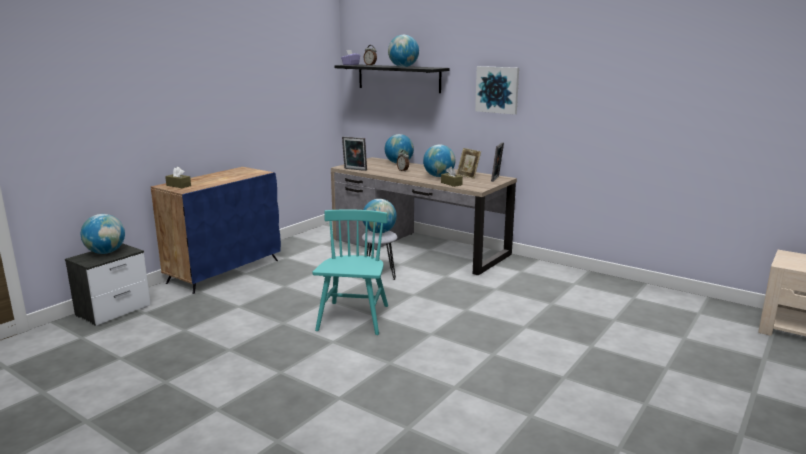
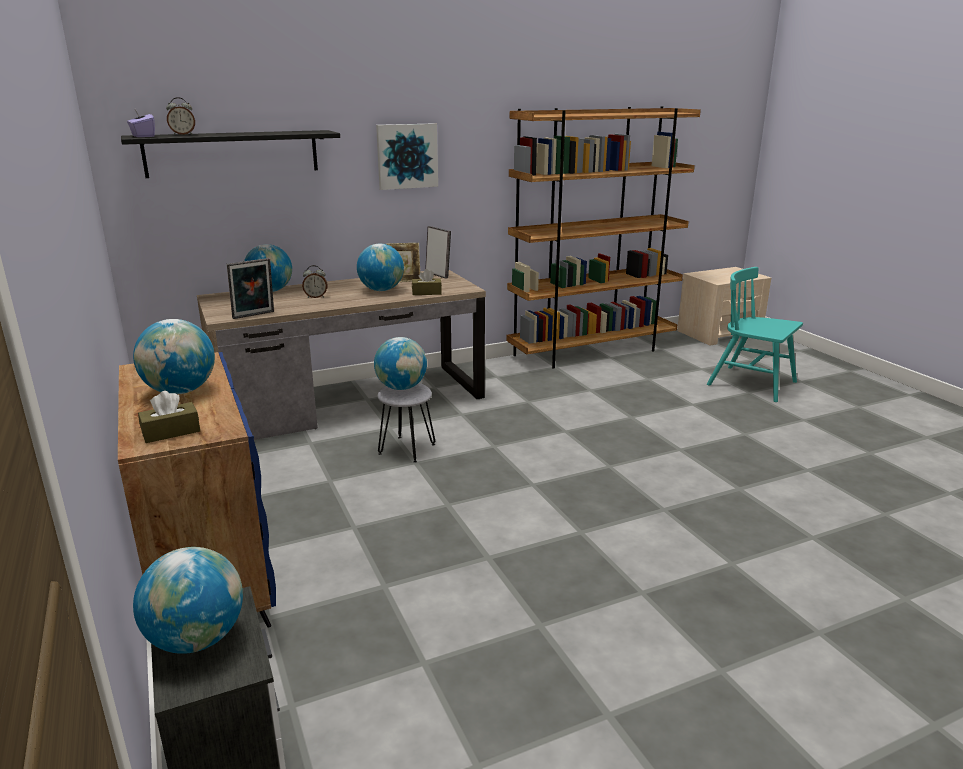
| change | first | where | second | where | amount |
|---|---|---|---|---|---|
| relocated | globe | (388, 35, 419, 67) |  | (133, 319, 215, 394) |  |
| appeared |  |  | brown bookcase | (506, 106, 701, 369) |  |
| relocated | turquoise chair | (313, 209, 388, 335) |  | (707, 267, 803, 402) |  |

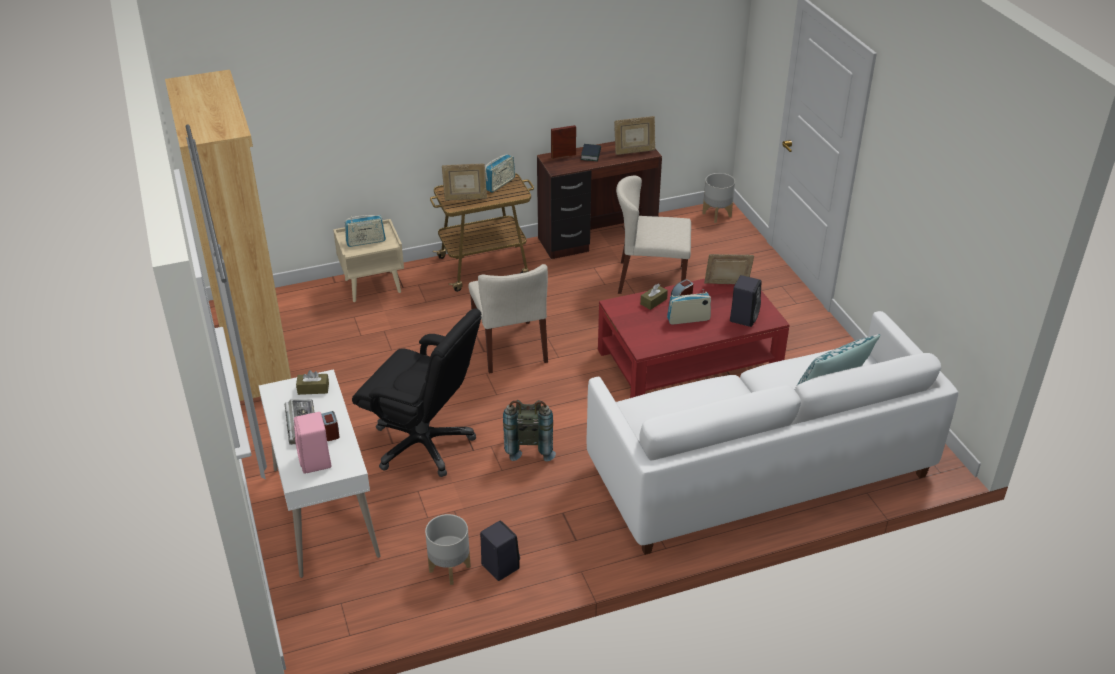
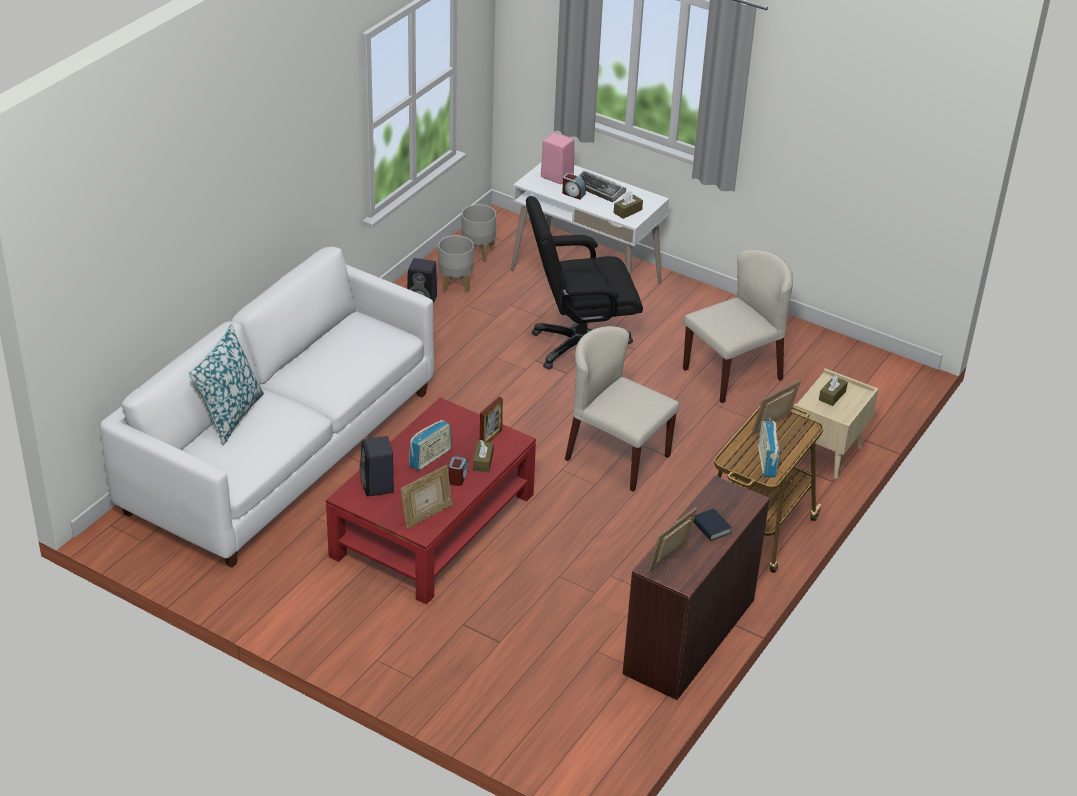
| change | first | where | second | where | amount |
|---|---|---|---|---|---|
| relocated | grey planter | (702, 173, 735, 223) |  | (461, 204, 496, 262) |  |
| relocated | picture frame | (551, 125, 576, 159) |  | (480, 397, 503, 442) |  |
| relocated | beige chair | (616, 176, 691, 294) |  | (683, 250, 793, 403) |  |
| exchanged | radio | (344, 215, 386, 247) | brown tissue box | (819, 375, 848, 406) |  |
| missing | brown bookcase | (165, 70, 291, 401) |  |  |  |
| missing | grey backpack | (503, 400, 556, 462) |  |  |  |

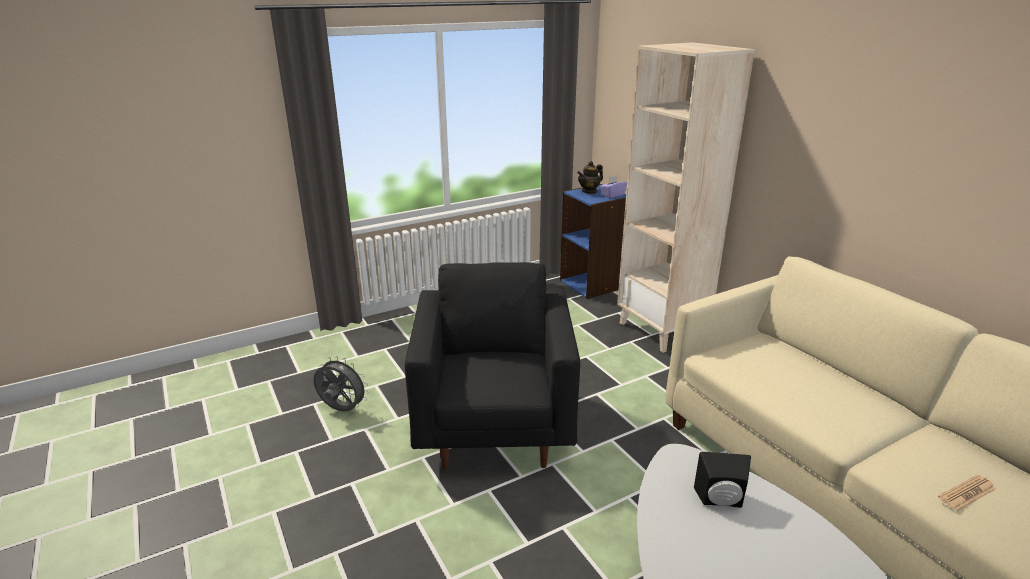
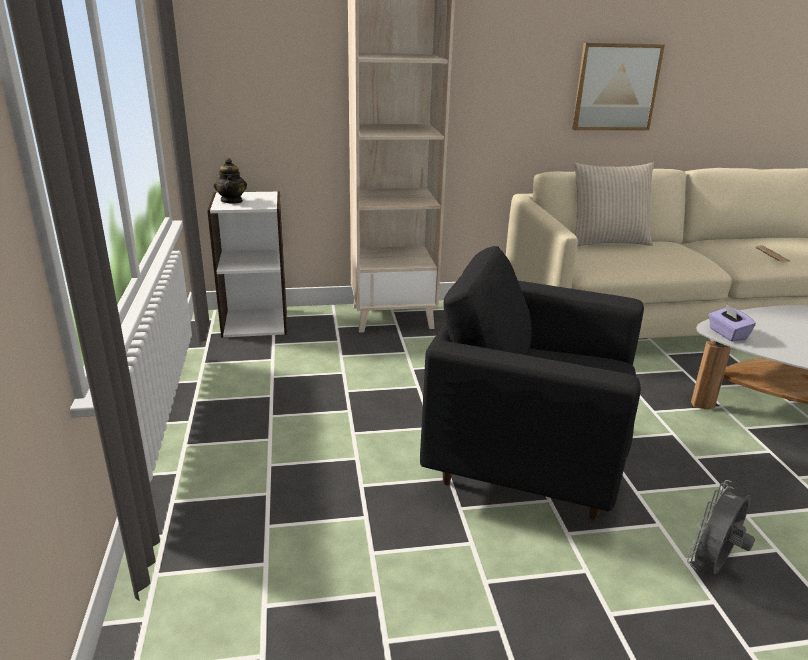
| change | first | where | second | where | amount |
|---|---|---|---|---|---|
| colour | blue bookcase | (560, 184, 626, 299) | white bookcase | (207, 191, 287, 338) |  |
| appeared |  |  | picture | (572, 43, 665, 130) |  |
| appeared |  |  | beige pillow | (574, 162, 654, 246) |  |
| relocated | grey fan | (314, 356, 369, 411) |  | (687, 480, 755, 574) |  |
| relocated | purple tissue box | (600, 176, 627, 198) |  | (709, 304, 756, 342) |  |
| missing | black speaker | (694, 452, 751, 508) |  |  |  |

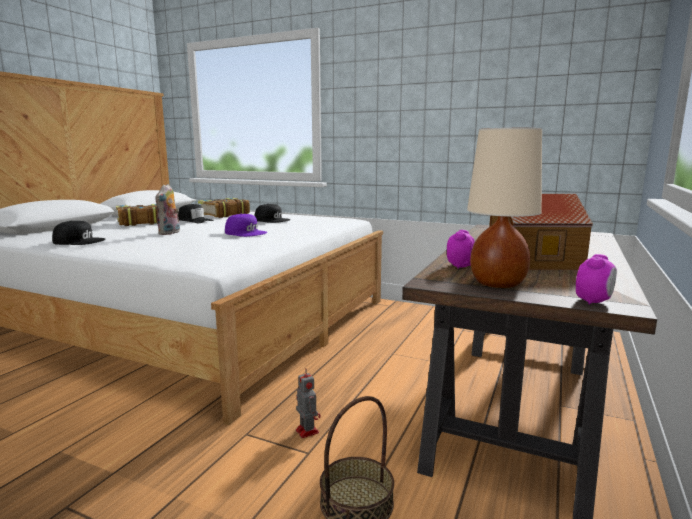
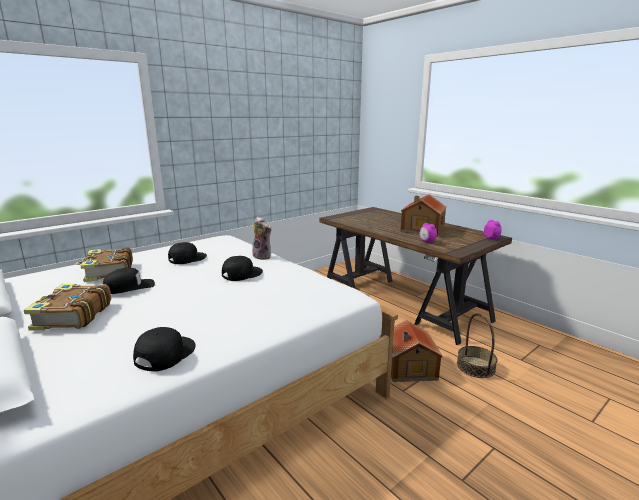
| change | first | where | second | where | amount |
|---|---|---|---|---|---|
| colour | purple cap | (225, 214, 267, 237) | black cap | (222, 256, 263, 281) |  |
| relocated | plush toy | (155, 184, 180, 235) |  | (252, 217, 271, 260) |  |
| exchanged | toy robot | (296, 369, 321, 438) | toy house | (391, 320, 442, 382) |  |
| missing | beige table lamp | (467, 128, 542, 288) |  |  |  |

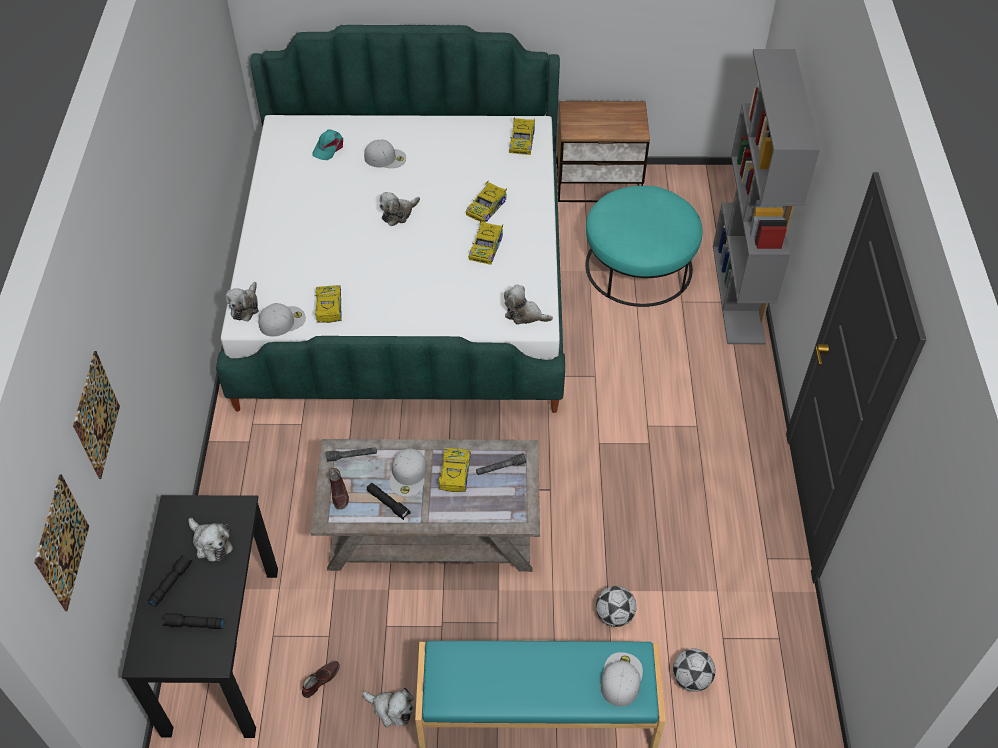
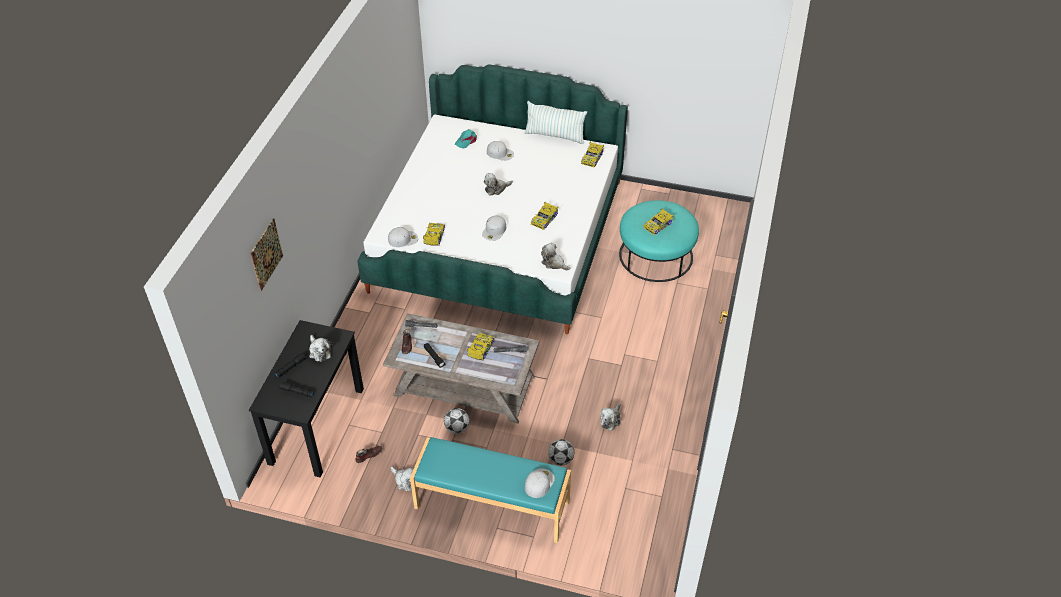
| change | first | where | second | where | amount |
|---|---|---|---|---|---|
| relocated | football | (673, 648, 715, 692) |  | (444, 408, 469, 434) |  |
| relocated | white cap | (389, 448, 427, 497) |  | (482, 216, 506, 241) |  |
| appeared |  |  | pillow | (524, 101, 587, 144) |  |
| relocated | plush toy | (225, 282, 259, 321) |  | (600, 403, 621, 431) |  |
| relocated | toy car | (465, 180, 507, 223) |  | (643, 208, 674, 235) |  |
| missing | picture | (34, 474, 89, 611) |  |  |  |
| missing | nightstand | (557, 101, 650, 202) |  |  |  |
| missing | grey bookcase | (713, 49, 820, 344) |  |  |  |

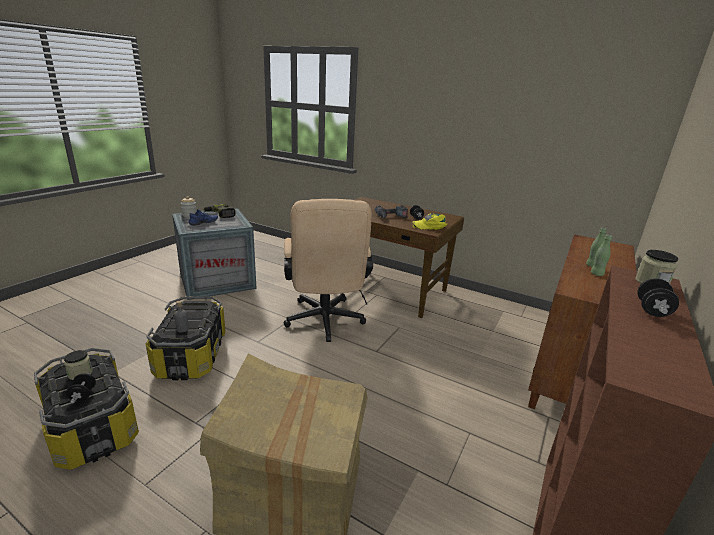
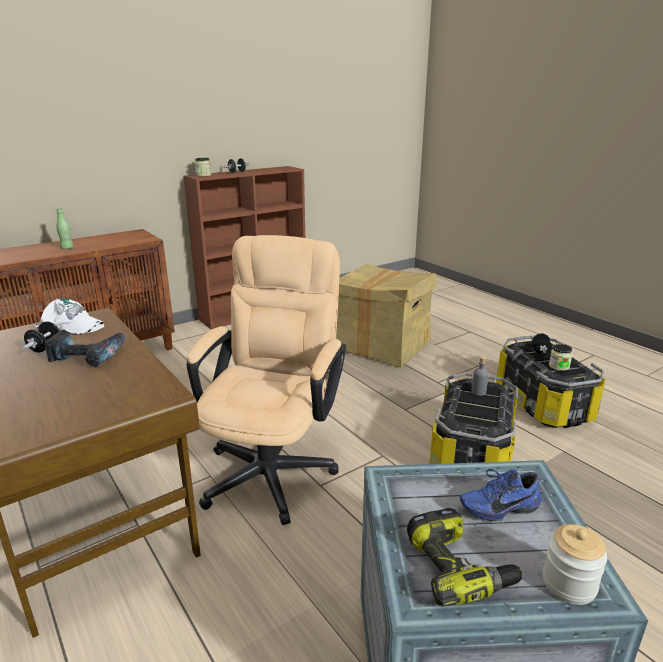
| change | first | where | second | where | amount |
|---|---|---|---|---|---|
| colour | yellow cap | (412, 213, 447, 230) | white cap | (34, 299, 104, 335) |  |
| missing | green bottle | (591, 235, 612, 276) |  |  |  |

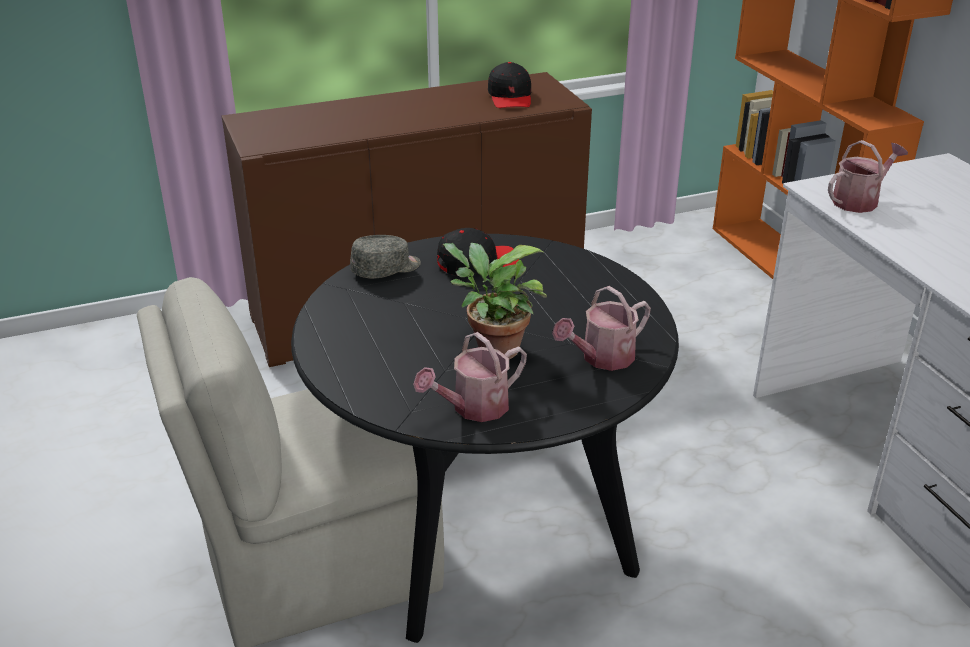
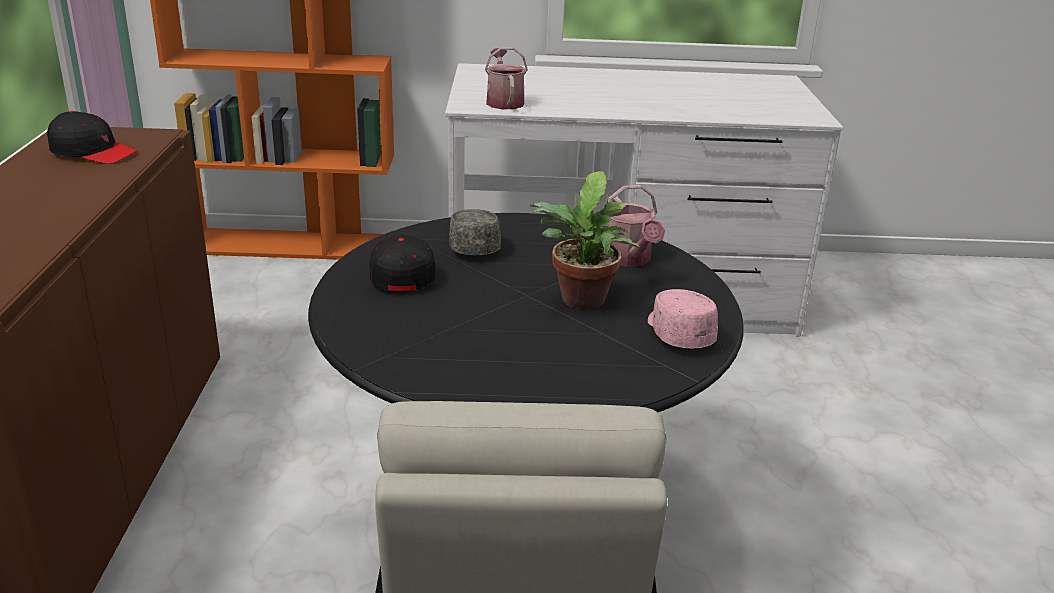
| change | first | where | second | where | amount |
|---|---|---|---|---|---|
| relocated | grey cap | (350, 235, 421, 279) |  | (449, 209, 501, 255) |  |
| exchanged | watering can | (413, 332, 527, 422) | pink cap | (648, 289, 718, 348) |  |

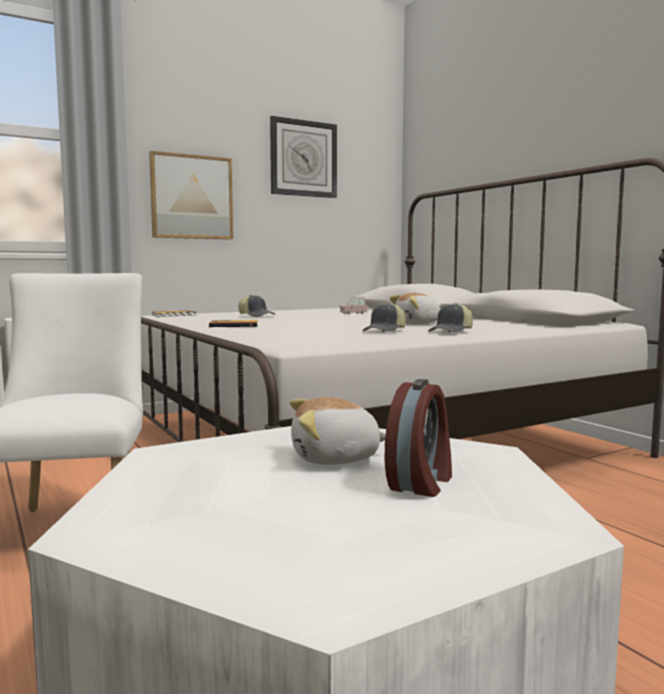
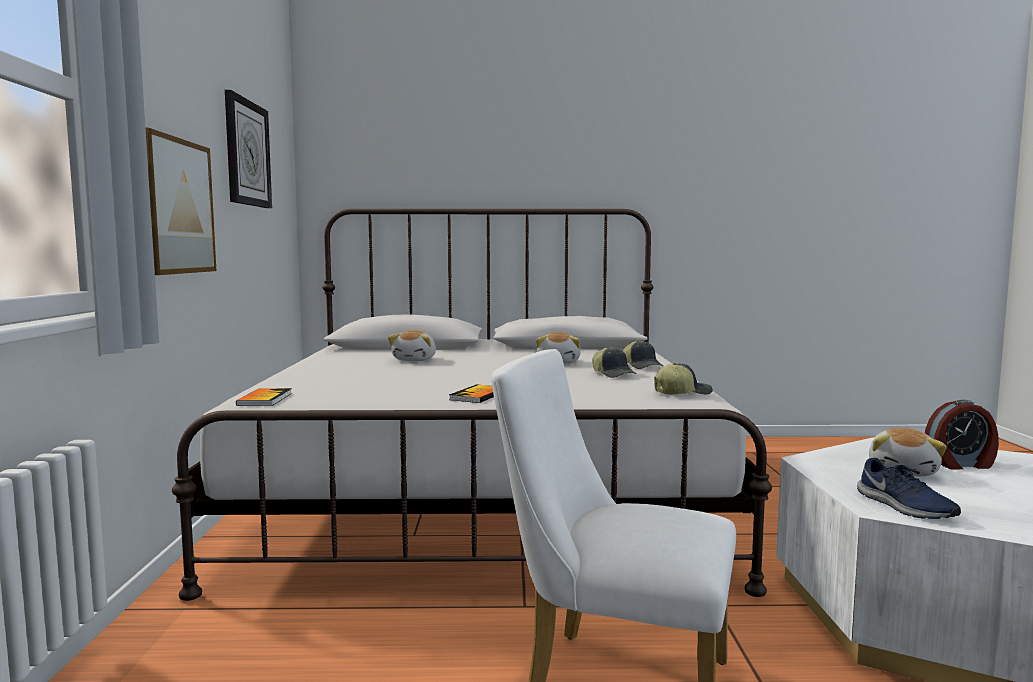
| change | first | where | second | where | amount |
|---|---|---|---|---|---|
| exchanged | pink toy car | (340, 296, 368, 314) | plush toy | (388, 330, 436, 361) |  |
| relocated | cap | (238, 295, 275, 317) |  | (654, 363, 713, 395) |  |
| appeared |  |  | blue shoe | (857, 458, 961, 519) |  |
| spun | alarm clock | (384, 379, 452, 497) |  | (925, 400, 999, 470) | 120 degrees clockwise |

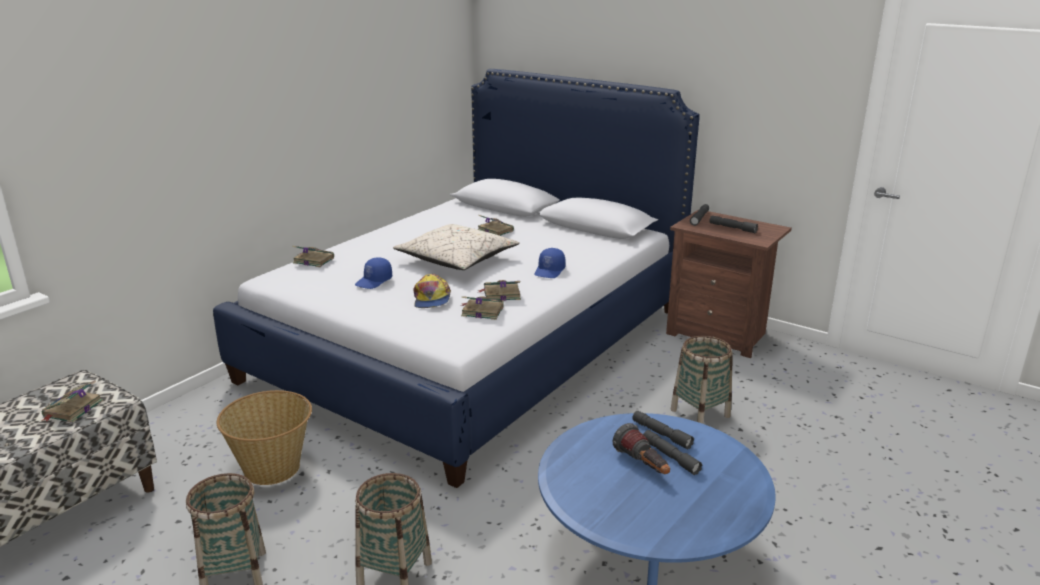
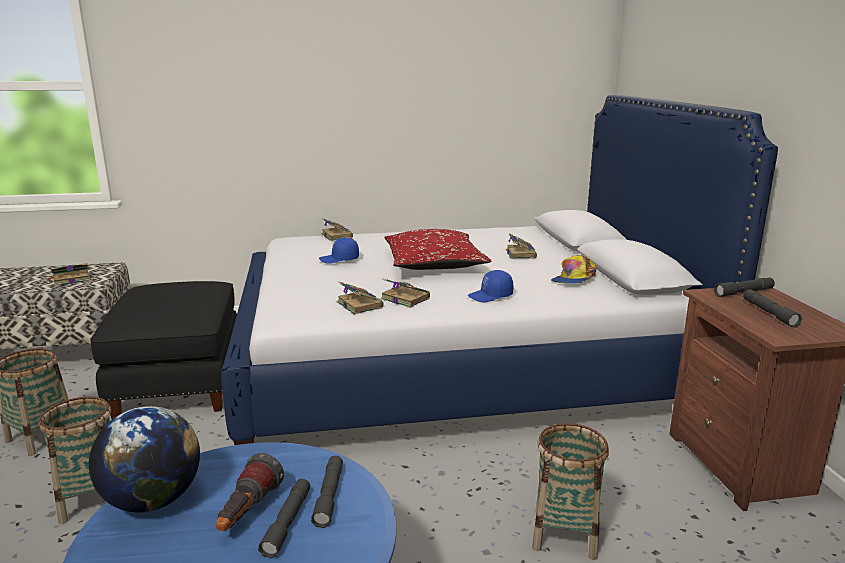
| change | first | where | second | where | amount |
|---|---|---|---|---|---|
| appeared |  |  | globe | (89, 406, 200, 512) |  |
| exchanged | basket | (217, 390, 312, 485) | black ottoman | (90, 281, 237, 419) |  |
| colour | beige pillow | (393, 224, 520, 270) | red pillow | (384, 229, 492, 270) |  |
| relocated | cap | (413, 274, 451, 308) |  | (551, 255, 596, 284) |  |

